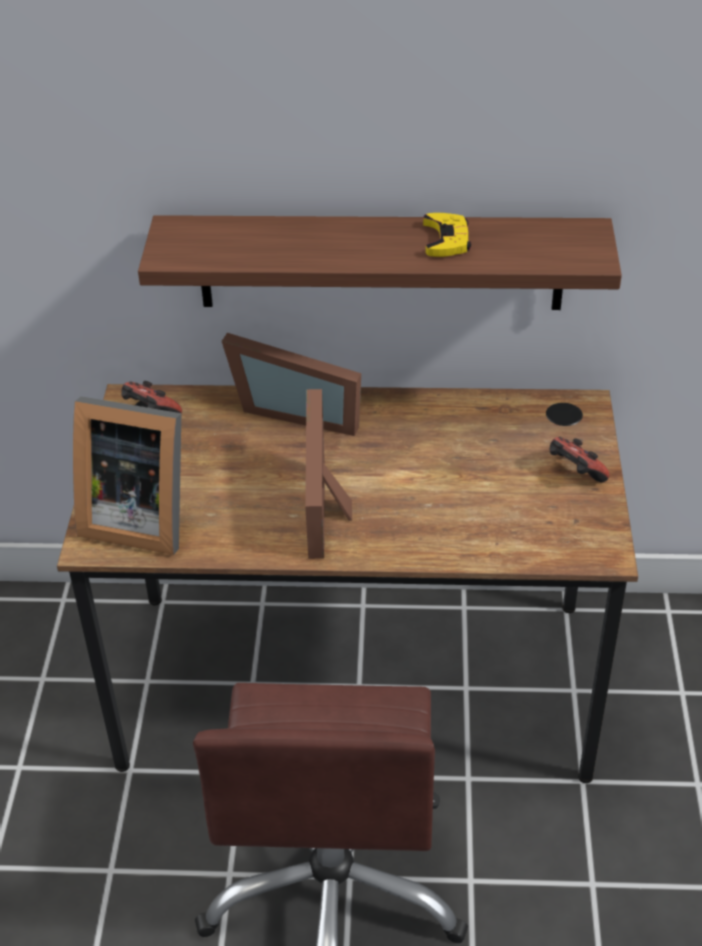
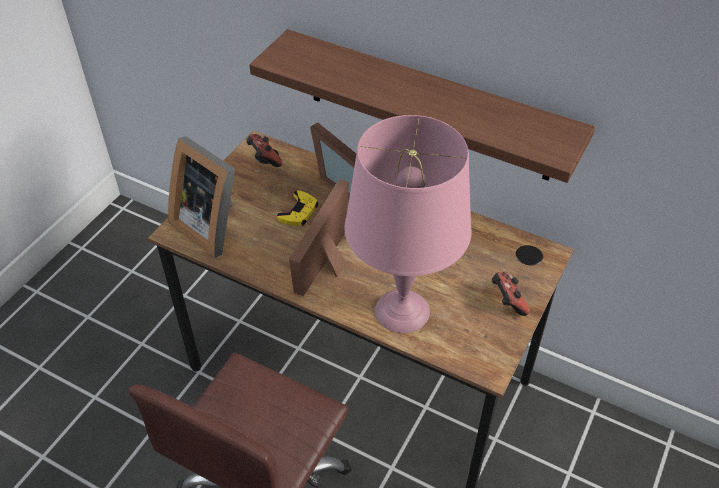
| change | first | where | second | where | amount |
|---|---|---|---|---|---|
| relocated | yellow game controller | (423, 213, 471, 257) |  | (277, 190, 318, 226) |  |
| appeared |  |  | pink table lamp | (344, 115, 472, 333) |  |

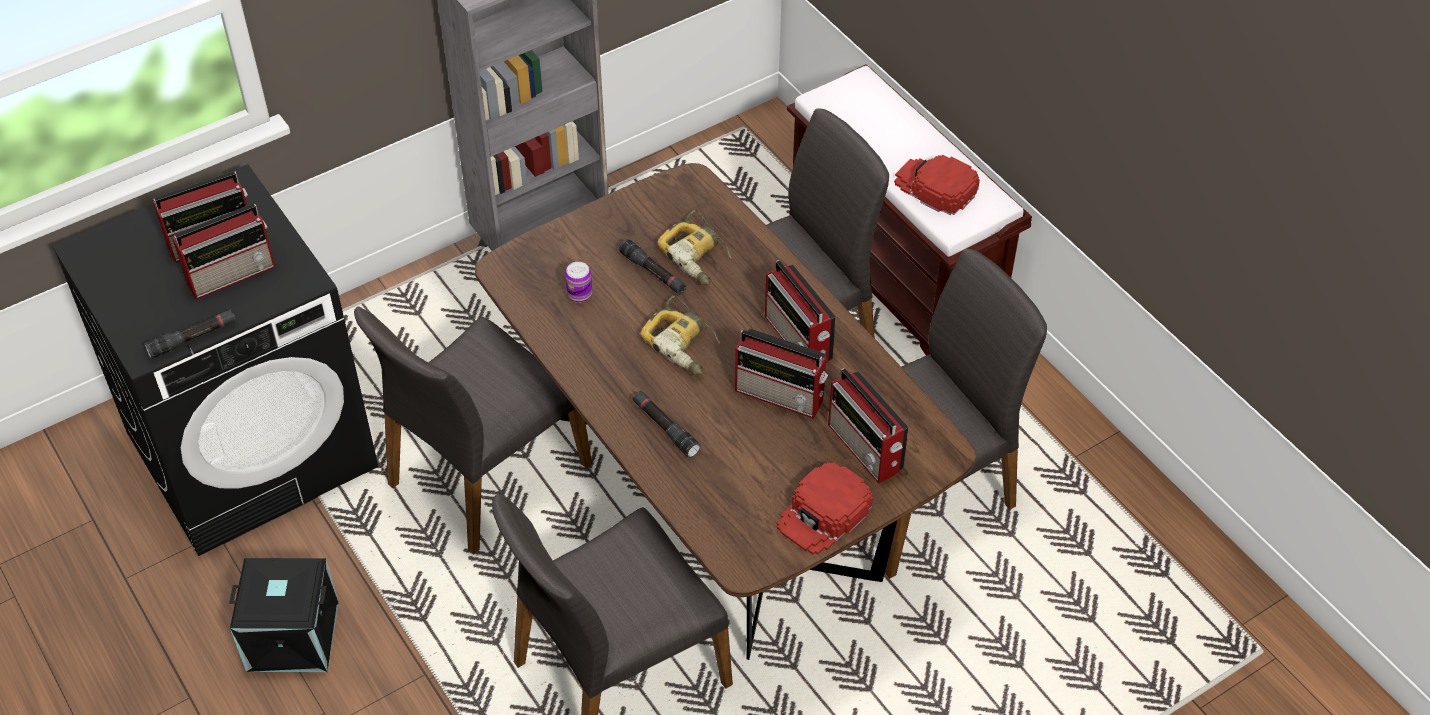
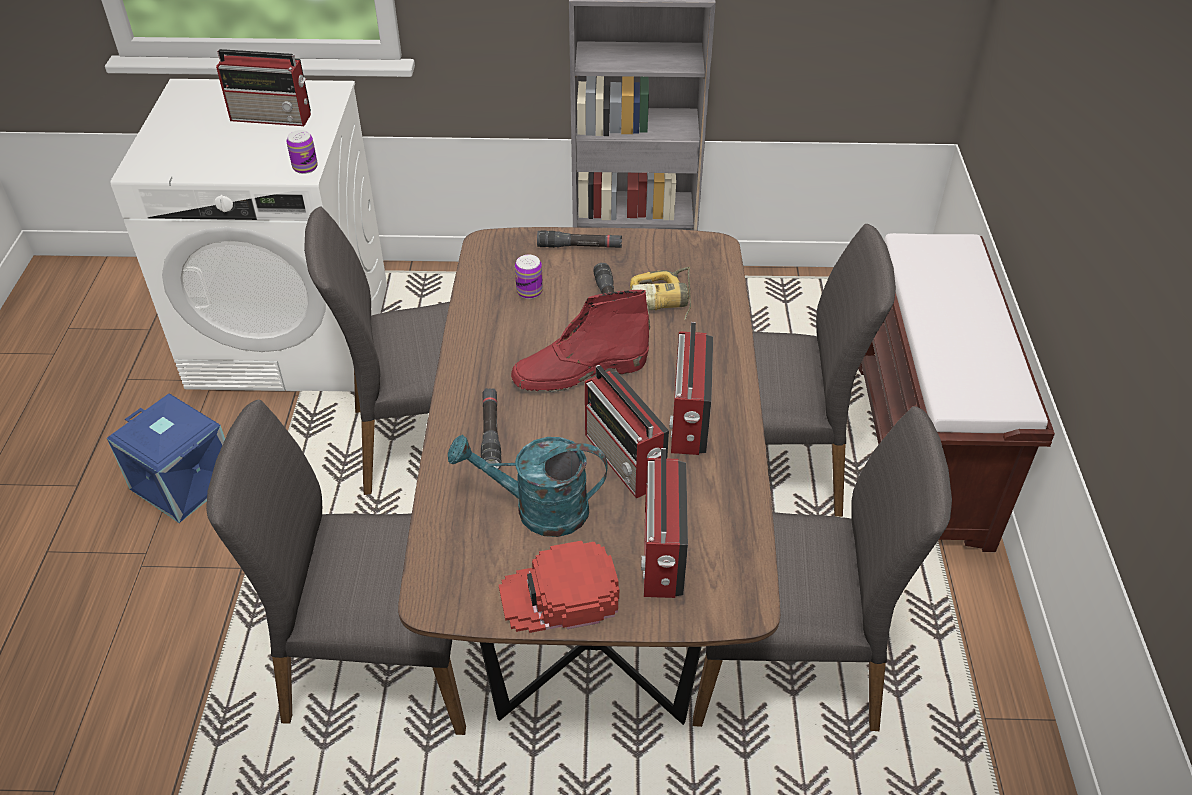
| change | first | where | second | where | amount |
|---|---|---|---|---|---|
| colour | black storage box | (229, 558, 339, 672) | blue storage box | (107, 393, 225, 523) |  |
| colour | black washing machine | (52, 164, 378, 556) | white washing machine | (110, 79, 387, 392) |  |
| appeared |  |  | can | (286, 130, 318, 174) |  |
| appeared |  |  | turquoise watering can | (448, 435, 608, 537) |  |
| exchanged | power drill | (641, 295, 720, 376) | red boot | (511, 290, 649, 392) |  |
| relocated | black flashlight | (144, 309, 236, 359) |  | (537, 230, 622, 248) |  |
| missing | radio | (173, 204, 275, 300) |  |  |  |
| missing | red cap | (894, 155, 980, 215) |  |  |  |

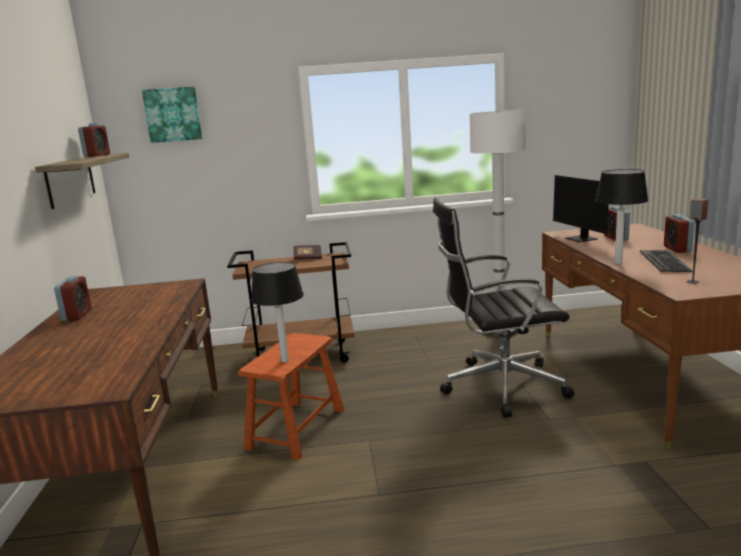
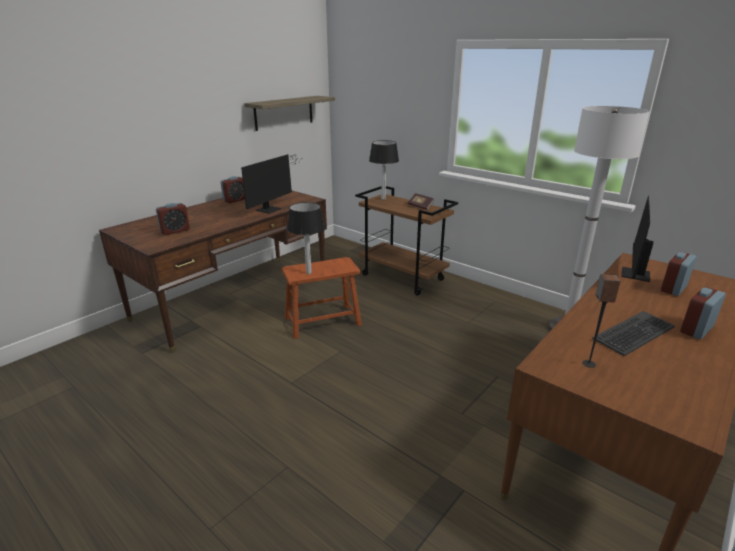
| change | first | where | second | where | amount |
|---|---|---|---|---|---|
| relocated | alarm clock | (78, 123, 110, 157) |  | (156, 203, 190, 235) |  |
| appeared |  |  | monitor | (241, 154, 296, 214) |  |
| relocated | table lamp | (595, 169, 649, 264) |  | (369, 140, 399, 200) |  |
| missing | picture | (142, 86, 203, 143) |  |  |  |
| missing | black office chair | (433, 197, 574, 418) |  |  |  |

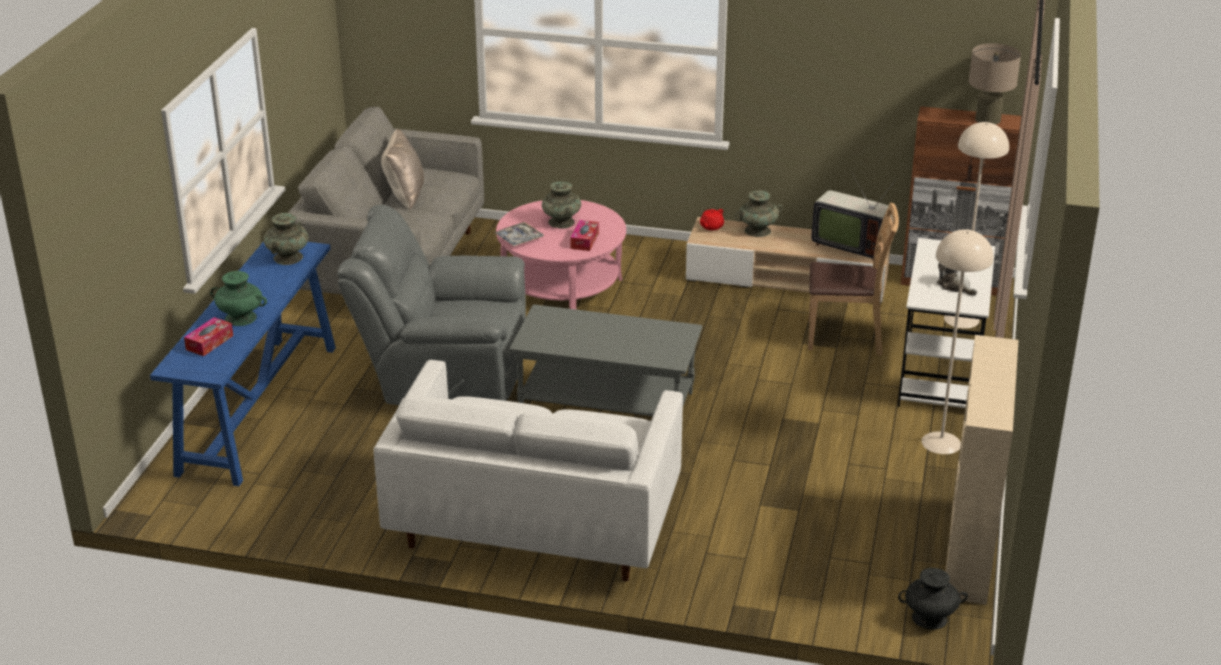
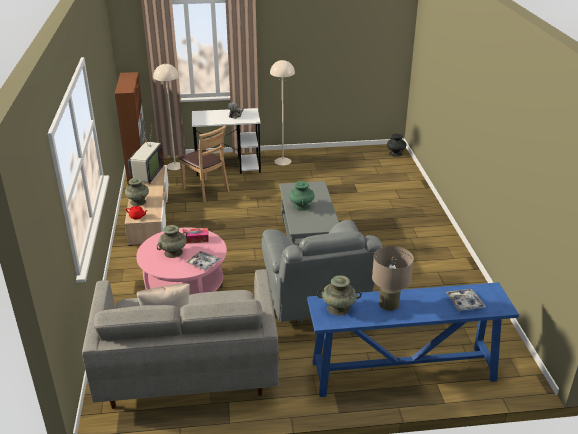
| change | first | where | second | where | amount |
|---|---|---|---|---|---|
| spun | brown chair | (808, 203, 899, 356) |  | (179, 126, 229, 202) | 150 degrees clockwise |
| relocated | green vase | (210, 271, 267, 326) |  | (289, 181, 315, 211) |  |
| relocated | beige table lamp | (969, 43, 1021, 125) |  | (372, 246, 414, 311) |  |
| exchanged | tissue box | (184, 317, 233, 356) | tray | (446, 289, 486, 311) |  |
| missing | white sofa | (374, 360, 683, 581) |  |  |  |
| missing | beige bookcase | (946, 335, 1019, 605) |  |  |  |

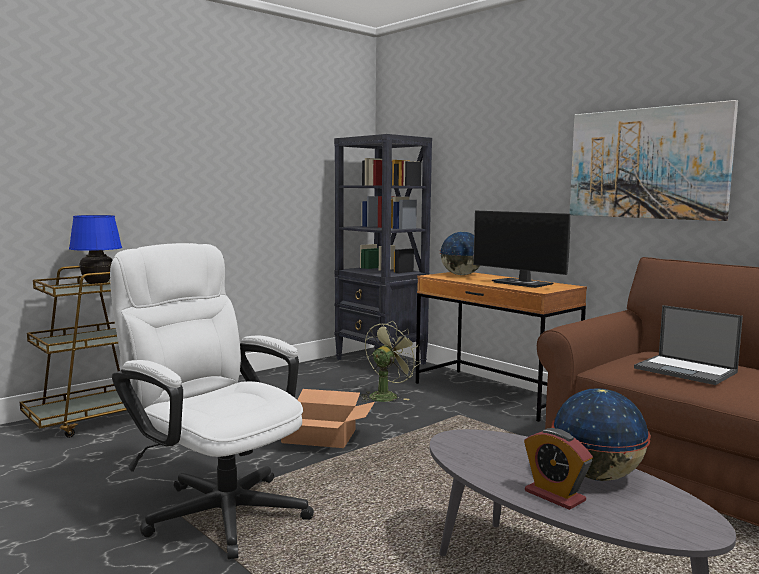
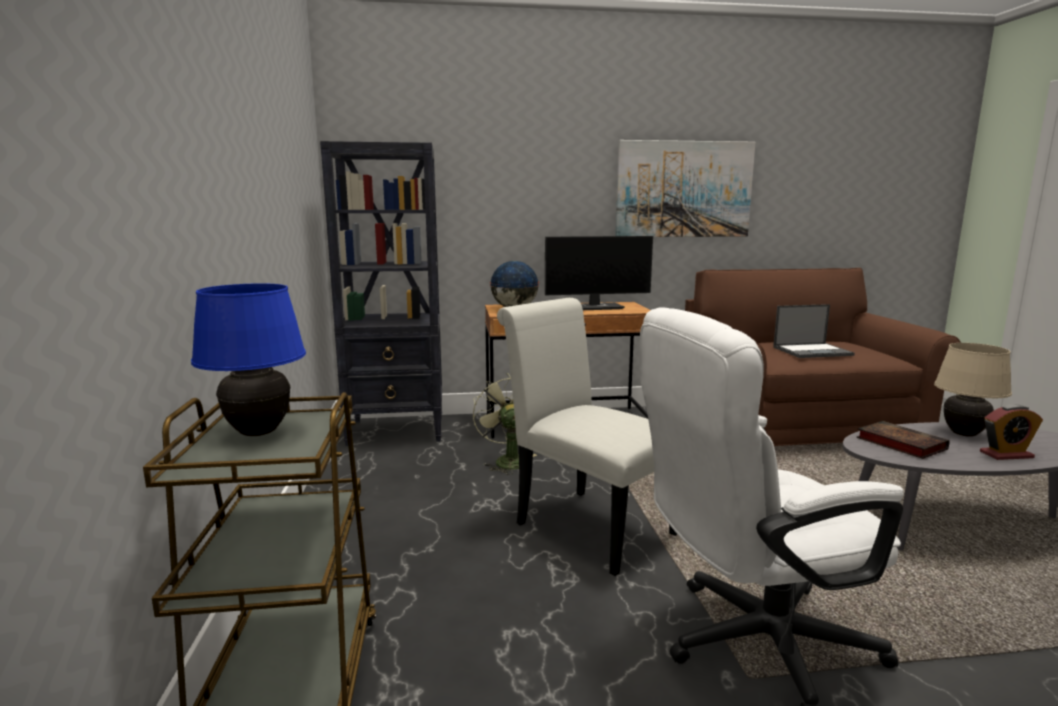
| change | first | where | second | where | amount |
|---|---|---|---|---|---|
| exchanged | cardboard box | (281, 389, 375, 448) | white chair | (497, 298, 677, 576) |  |
| appeared |  |  | book | (857, 421, 949, 459) |  |
| exchanged | globe | (552, 388, 651, 481) | beige table lamp | (934, 343, 1012, 437) |  |

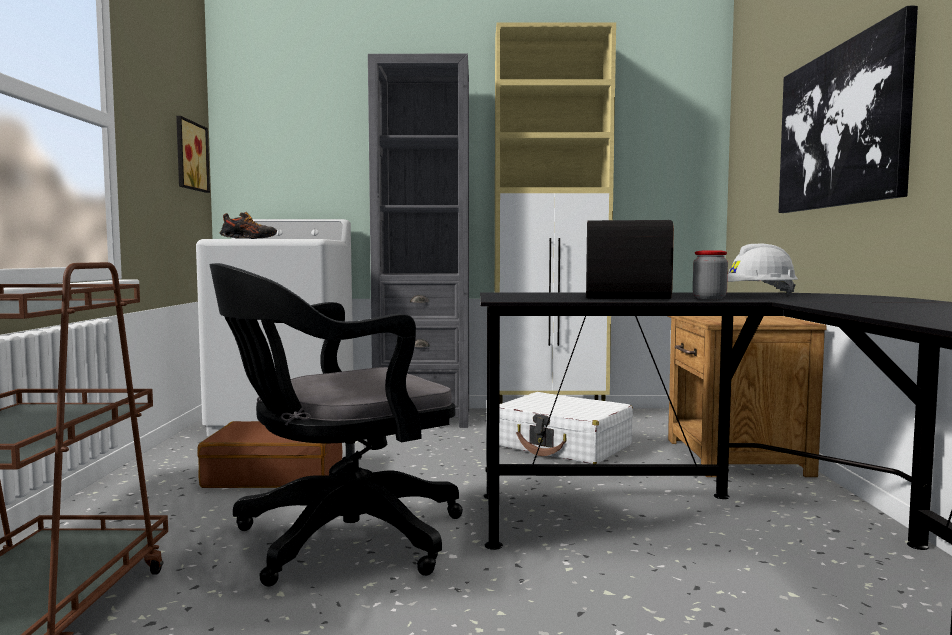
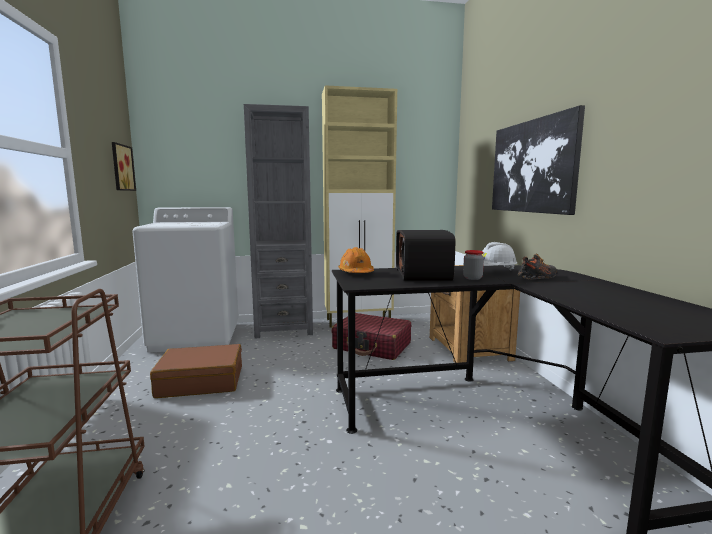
| change | first | where | second | where | amount |
|---|---|---|---|---|---|
| colour | white suitcase | (499, 392, 633, 464) | red suitcase | (331, 313, 411, 360) |  |
| appeared |  |  | orange hard hat | (338, 247, 374, 273) |  |
| relocated | shoe | (220, 212, 277, 239) |  | (517, 253, 558, 280) |  |
| missing | black office chair | (210, 263, 463, 586) |  |  |  |

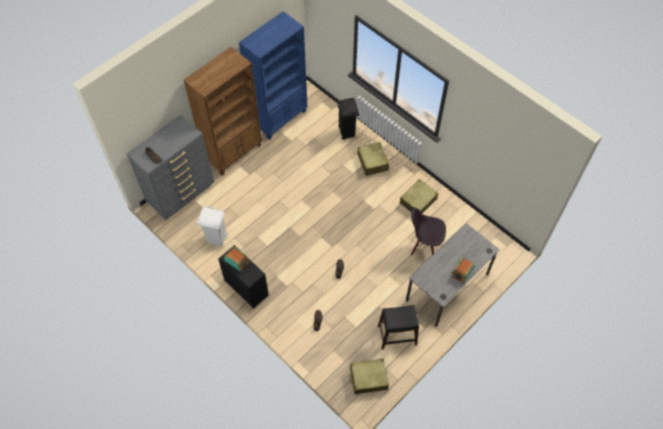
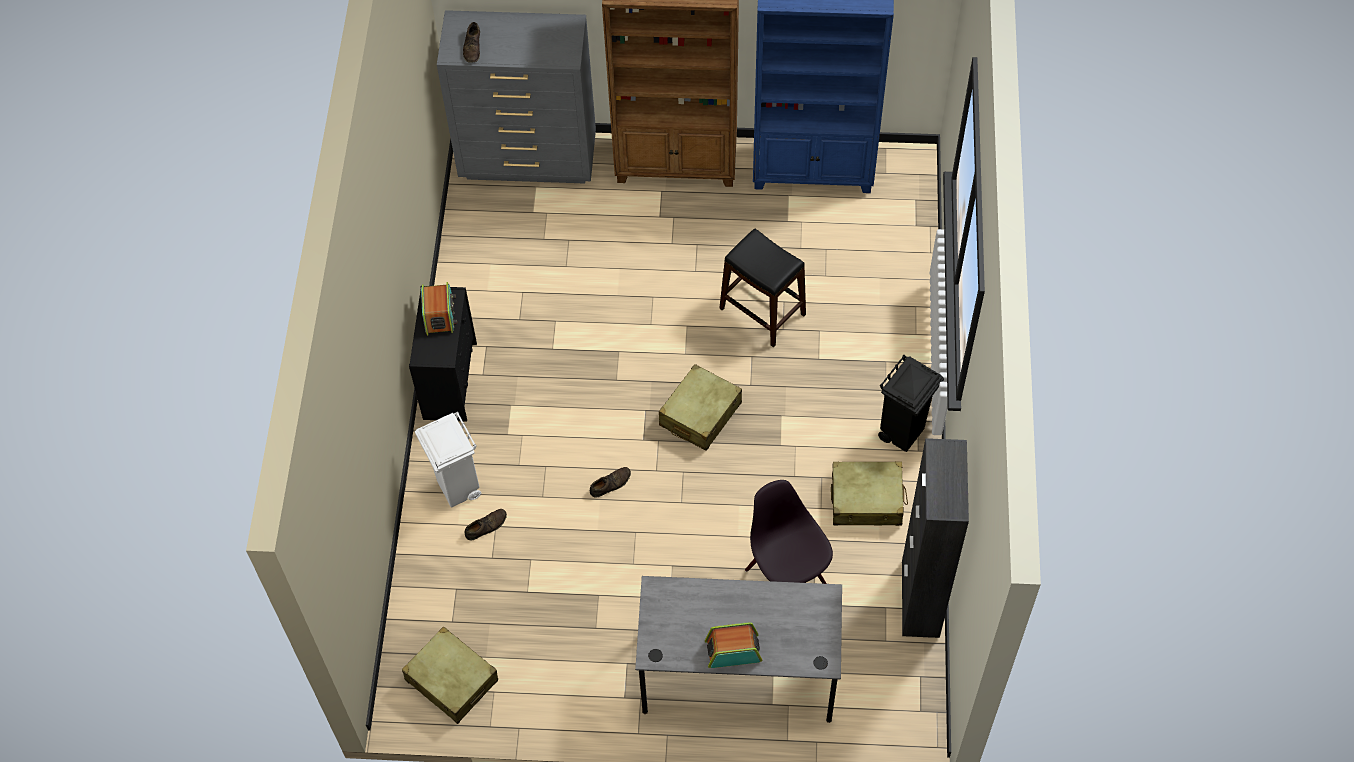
| change | first | where | second | where | amount |
|---|---|---|---|---|---|
| relocated | white trash can | (197, 206, 227, 246) |  | (415, 412, 481, 507) |  |
| relocated | beige suitcase | (358, 142, 389, 176) |  | (659, 364, 742, 451) |  |
| relocated | black stool | (378, 305, 419, 350) |  | (719, 229, 806, 347) |  |
| relocated | black trash can | (336, 98, 359, 140) |  | (878, 355, 944, 452) |  |
| appeared |  |  | black cabinet | (902, 438, 969, 638) |  |

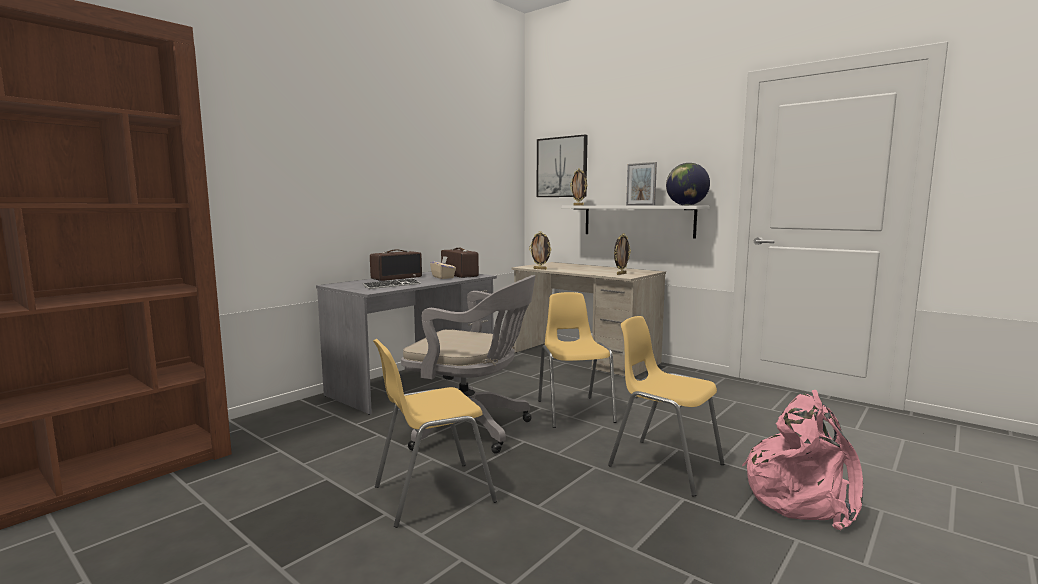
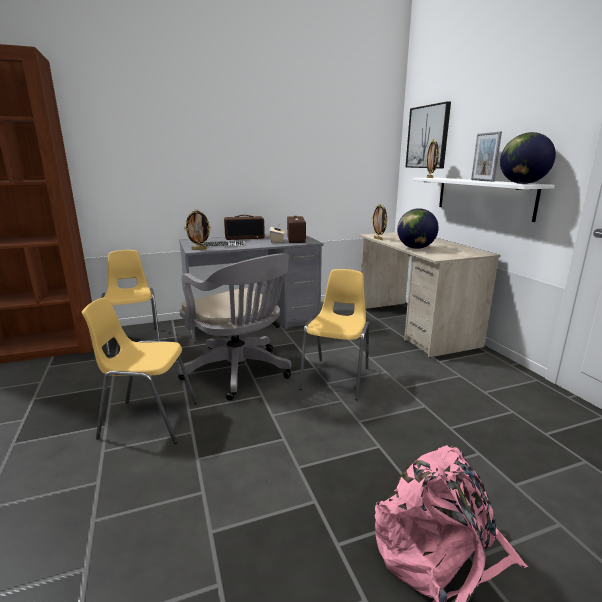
| change | first | where | second | where | amount |
|---|---|---|---|---|---|
| relocated | yellow chair | (608, 316, 724, 497) |  | (101, 250, 160, 356) |  |
| relocated | picture frame | (614, 234, 631, 275) |  | (184, 209, 211, 250) |  |
| appeared |  |  | globe | (397, 208, 439, 249) |  |

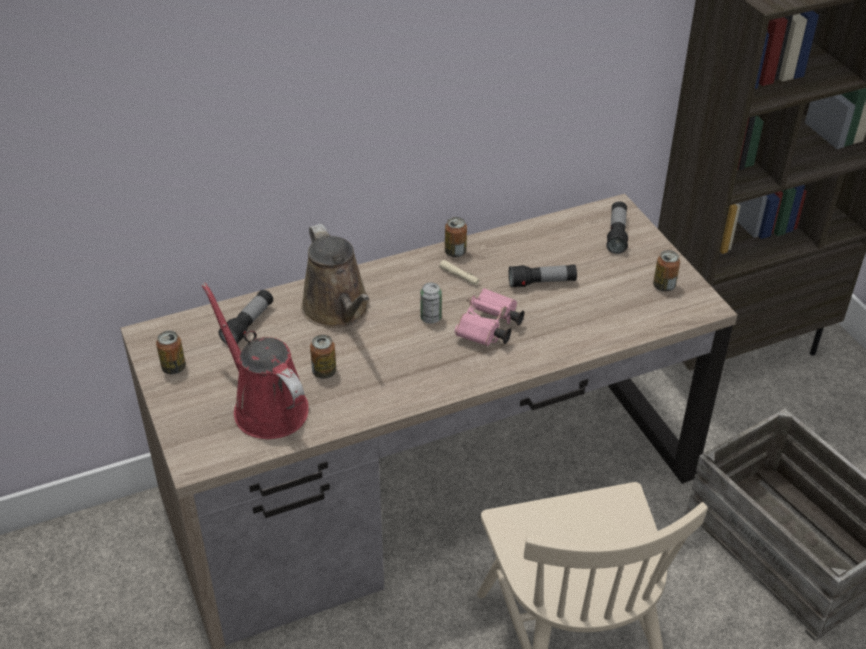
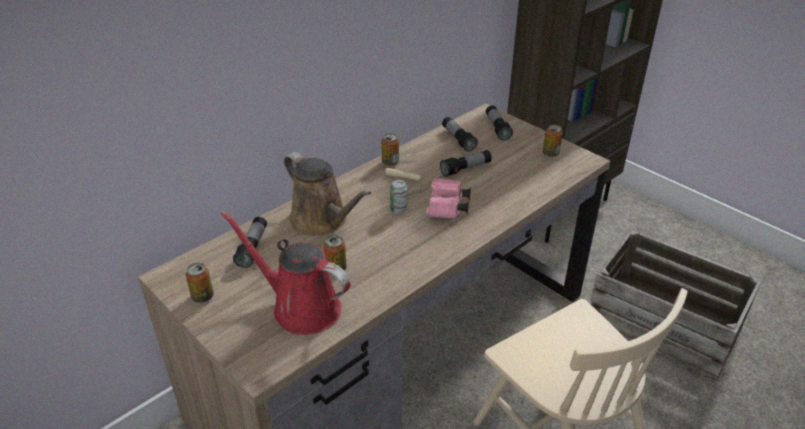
| change | first | where | second | where | amount |
|---|---|---|---|---|---|
| appeared |  |  | flashlight | (442, 117, 478, 151) |  |

